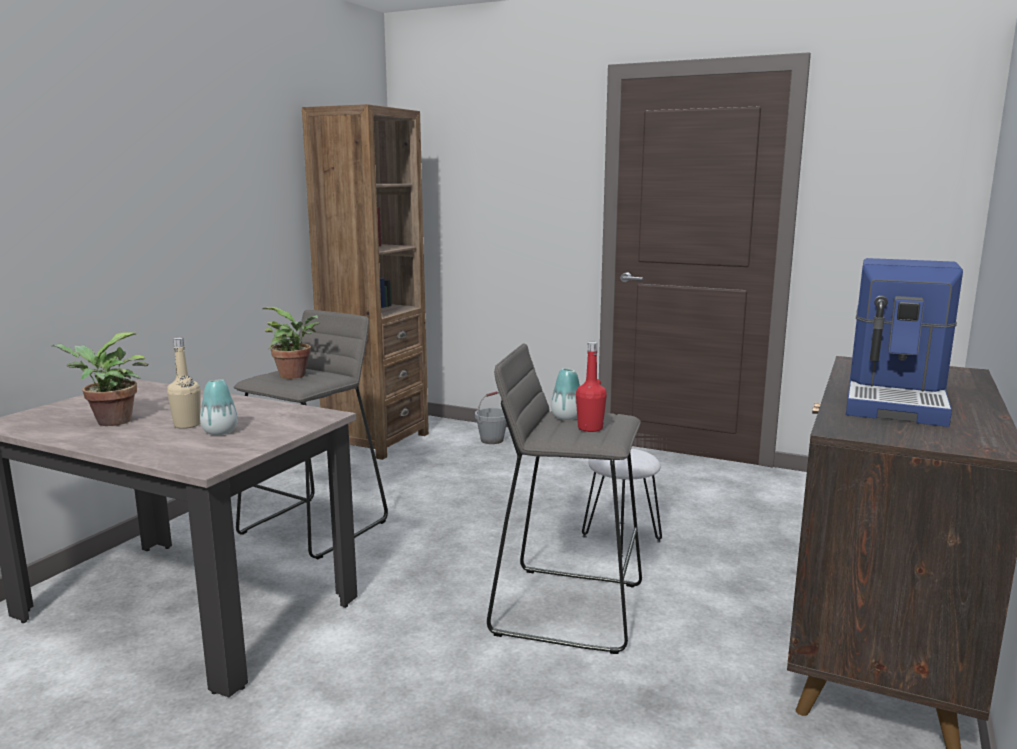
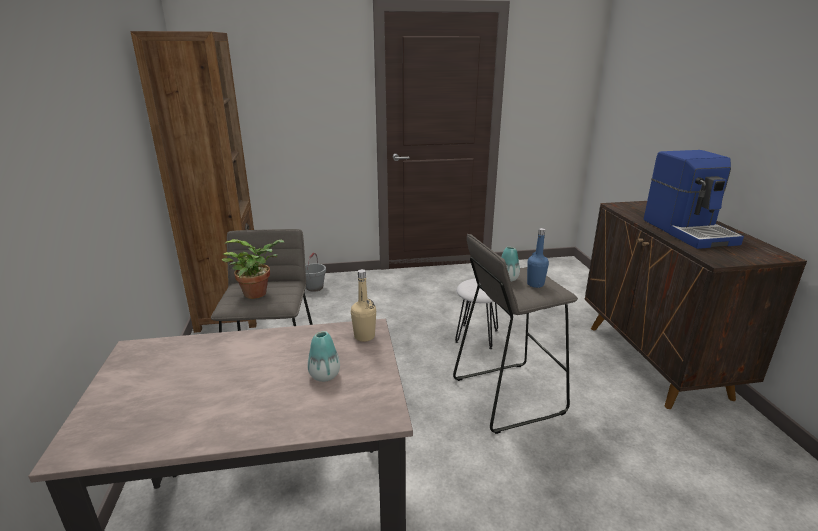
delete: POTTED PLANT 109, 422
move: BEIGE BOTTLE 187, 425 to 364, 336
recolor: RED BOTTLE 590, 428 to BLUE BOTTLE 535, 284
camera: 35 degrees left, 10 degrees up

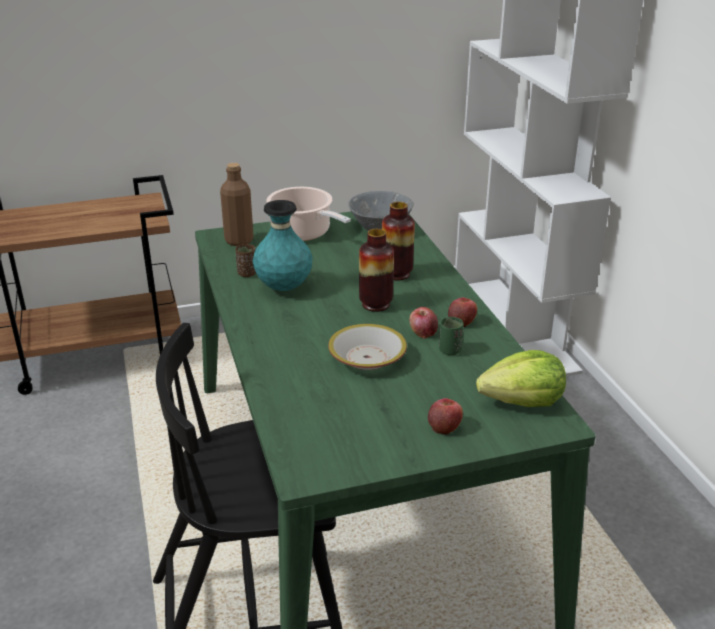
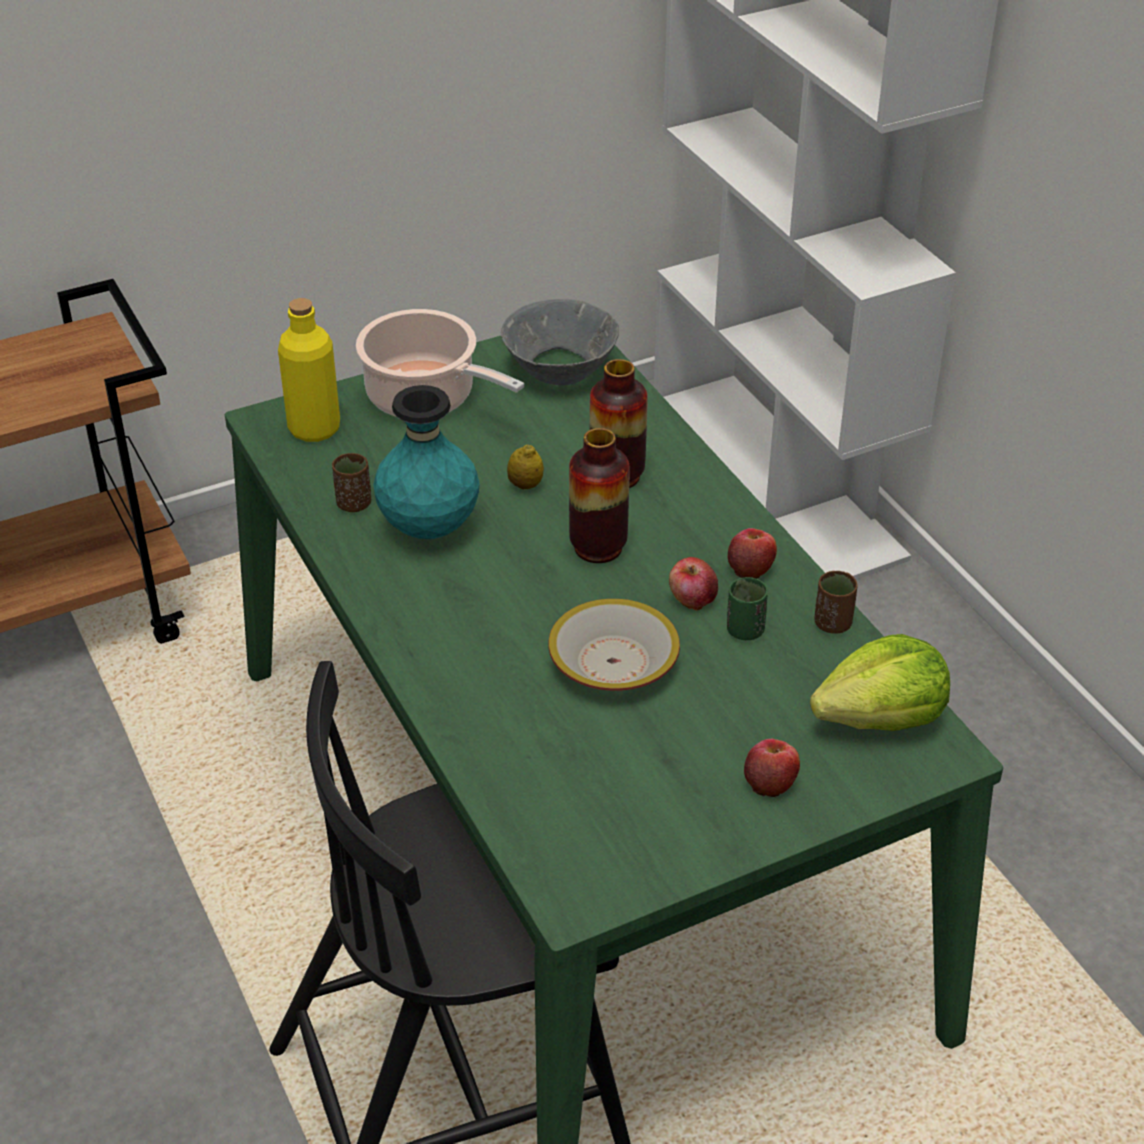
insert: LEMON 525, 485; BROWN CUP 832, 624
recolor: BROWN BOTTLE 239, 241 to YELLOW BOTTLE 314, 429
camera: 10 degrees left, 10 degrees up

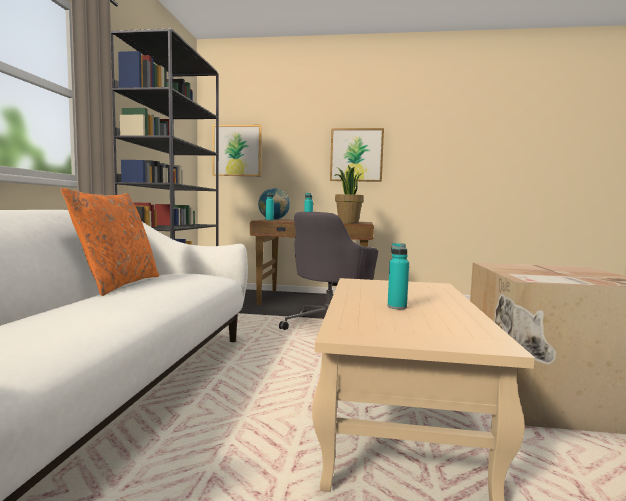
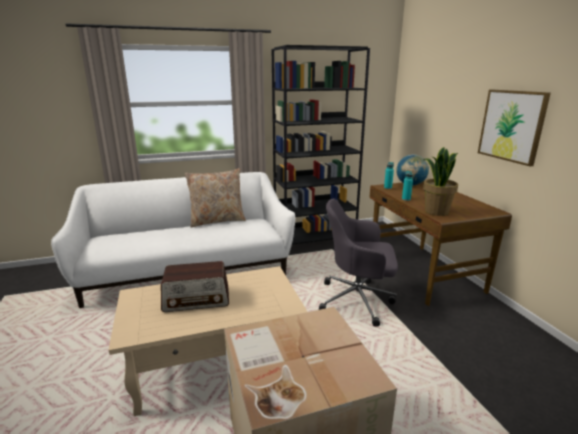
delete: PICTURE 237, 151
replace: TURQUOISE BOTTLE 397, 307 to RADIO 197, 299
recolor: ORANGE PILLOW 117, 284 to BEIGE PILLOW 217, 220
camera: 65 degrees right, 15 degrees up

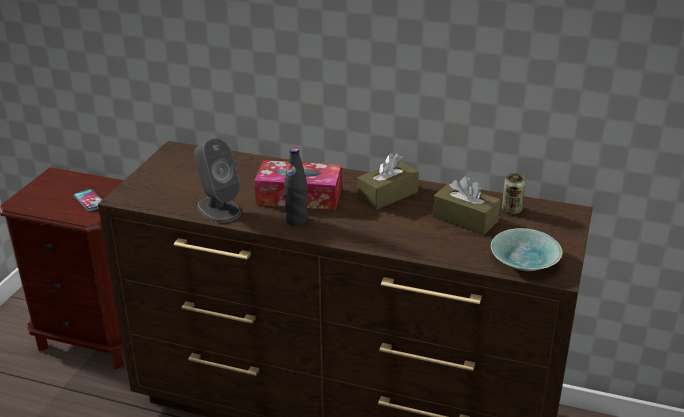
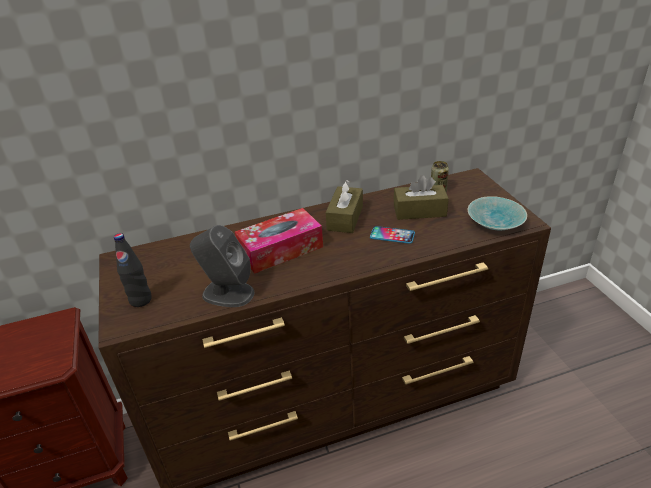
move: PHONE 90, 201 to 392, 235; BLACK BOTTLE 296, 220 to 140, 300
camera: 35 degrees left, 5 degrees up

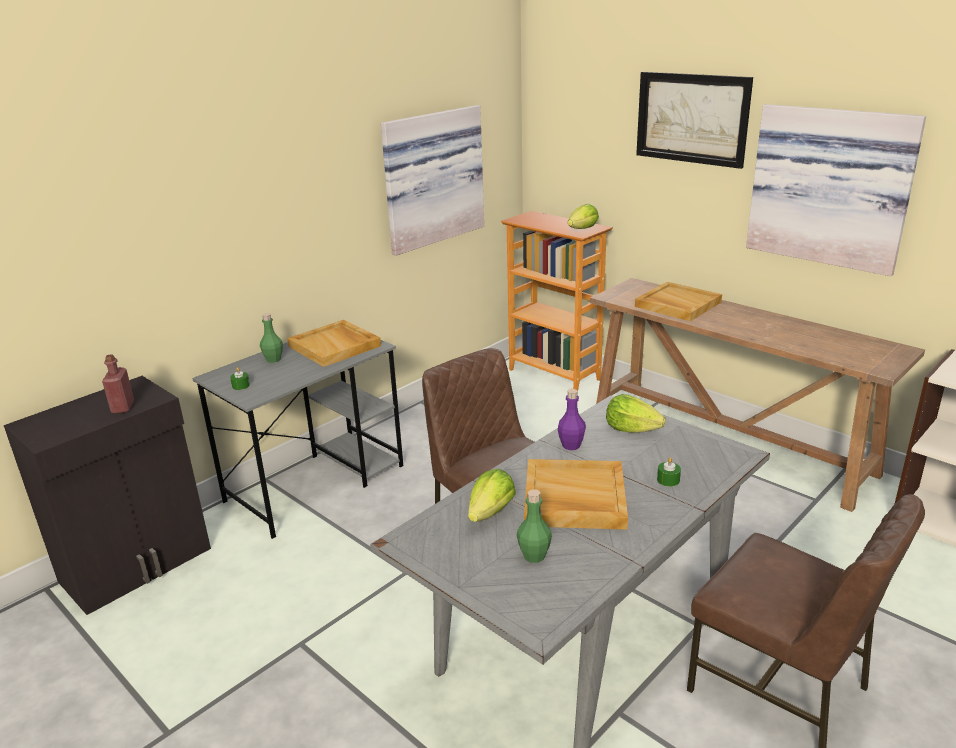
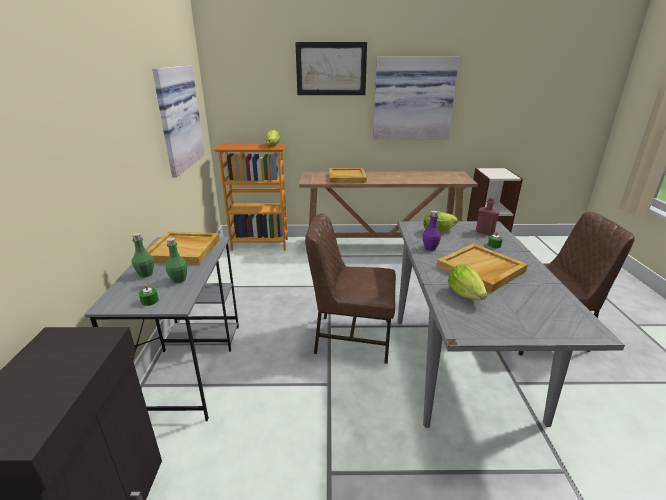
move: RED BOTTLE 123, 407 to 485, 232; GREEN BOTTLE 534, 556 to 179, 280
camera: 45 degrees left, 0 degrees up

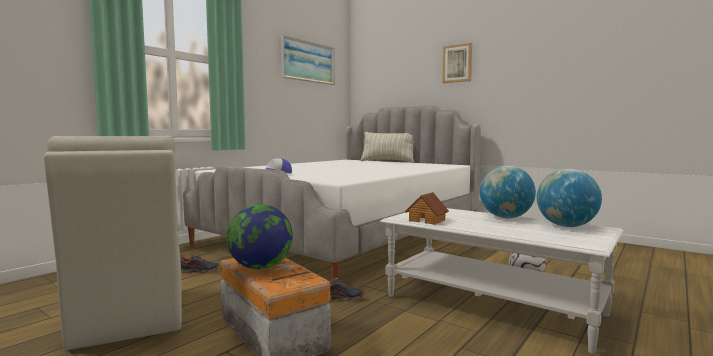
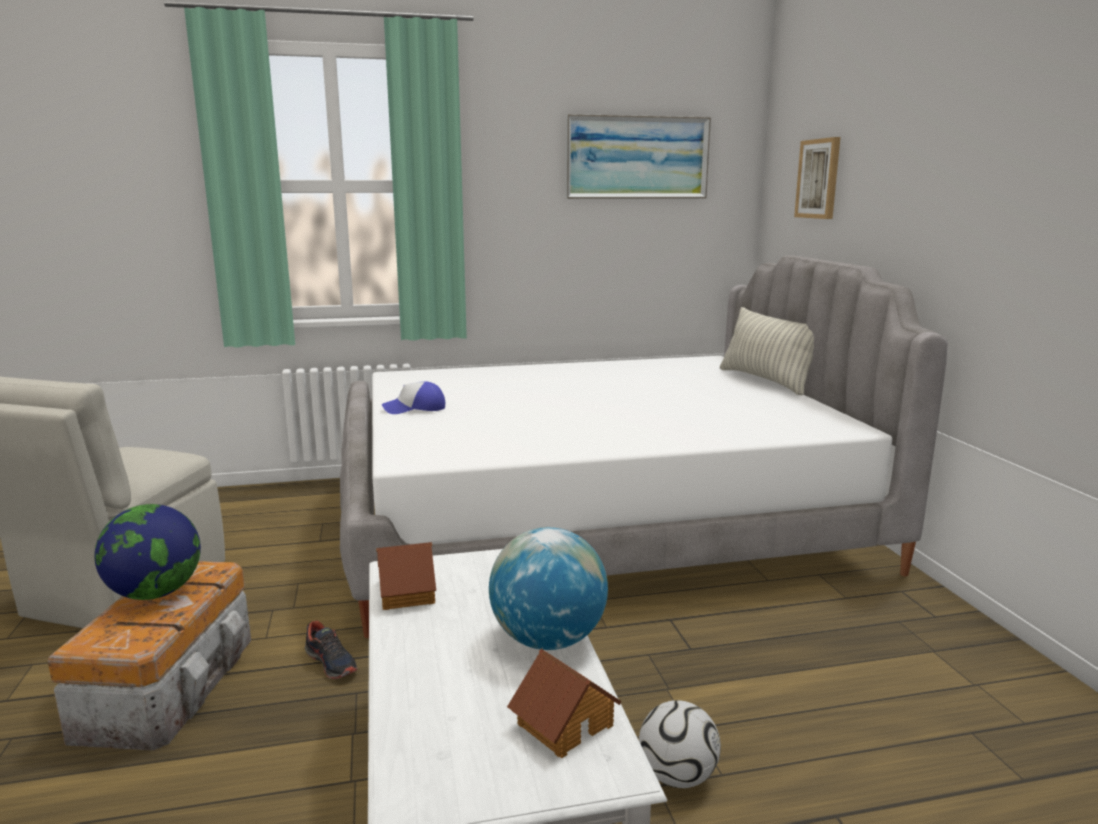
delete: SHOE 198, 271
move: PICTURE 457, 63 to 818, 179
replace: GLOBE 566, 226 to TOY HOUSE 564, 723
camera: 40 degrees right, 10 degrees up

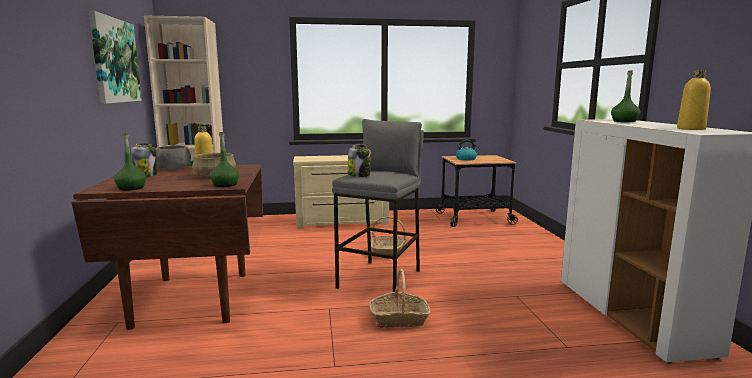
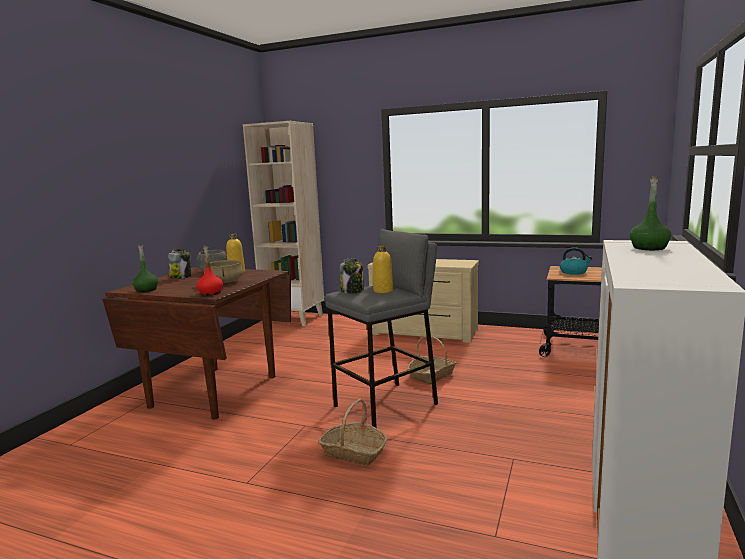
delete: PICTURE 114, 60
move: YELLOW BOTTLE 691, 129 to 383, 291
recolor: GREEN BOTTLE 225, 185 to RED BOTTLE 210, 293
camera: 30 degrees right, 0 degrees up

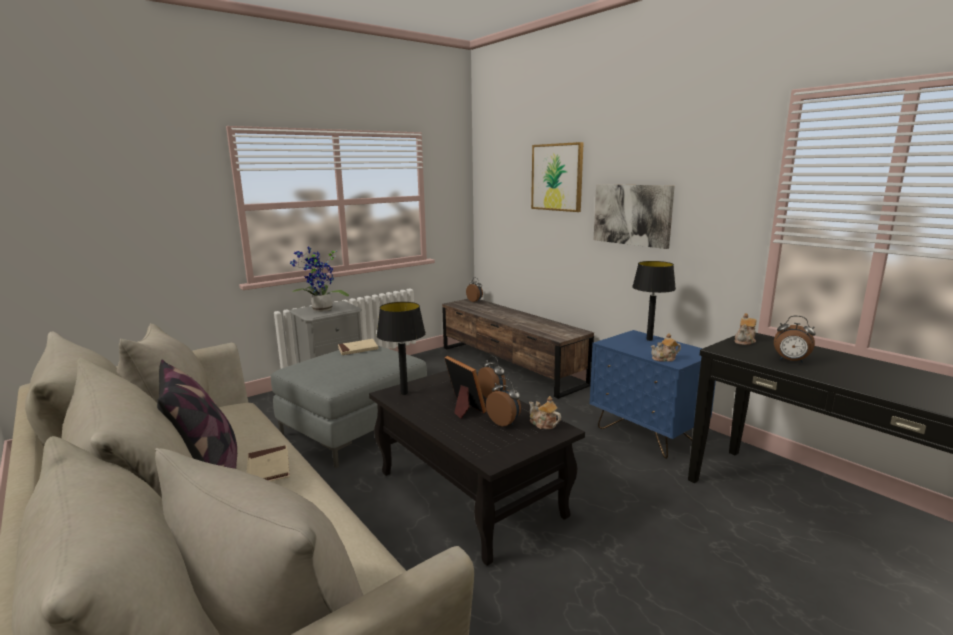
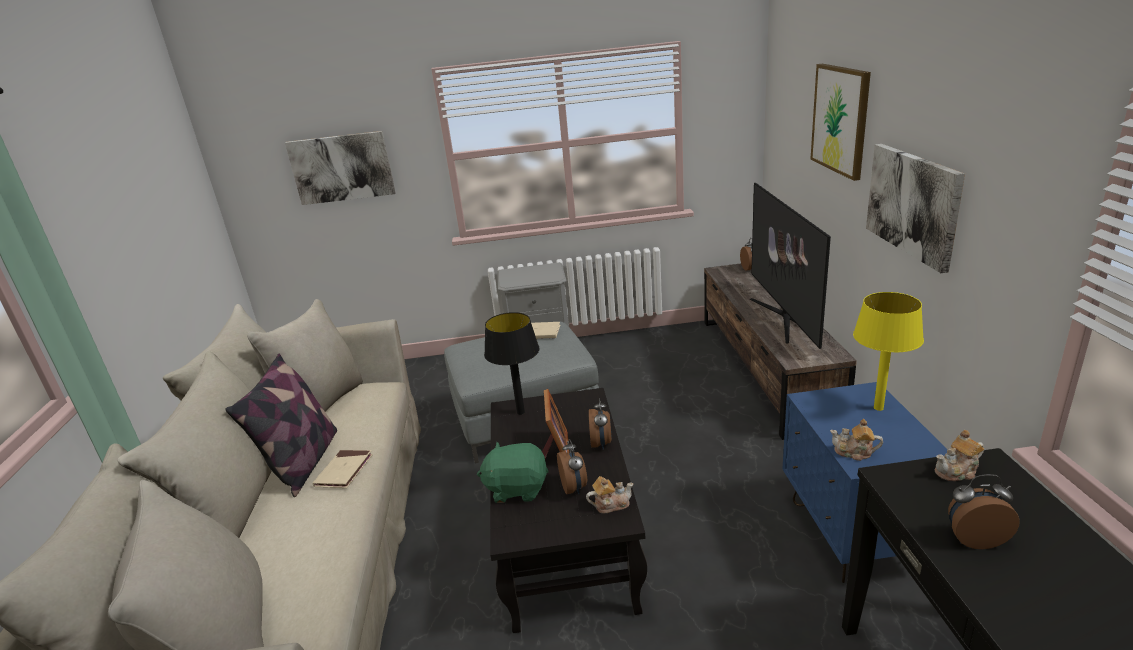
delete: POTTED PLANT 321, 310
insert: PICTURE 342, 167; GREEN PLUSH TOY 517, 488; TELEVISION 783, 317
recolor: BLACK TABLE LAMP 649, 339 to YELLOW TABLE LAMP 879, 407
rotate: TEAPOT 543, 424 = 611, 504 90 degrees clockwise; ALARM CLOCK 791, 361 = 974, 538 120 degrees clockwise
camera: 35 degrees right, 10 degrees up

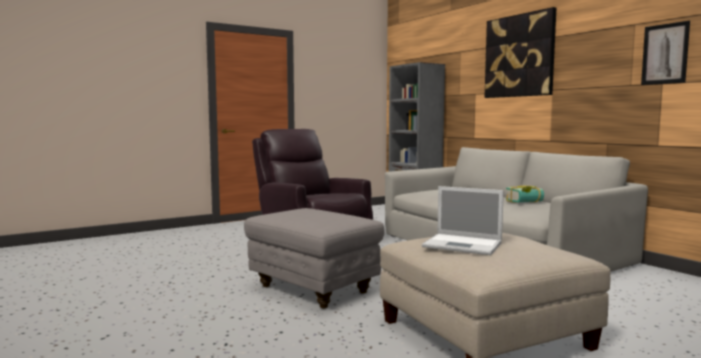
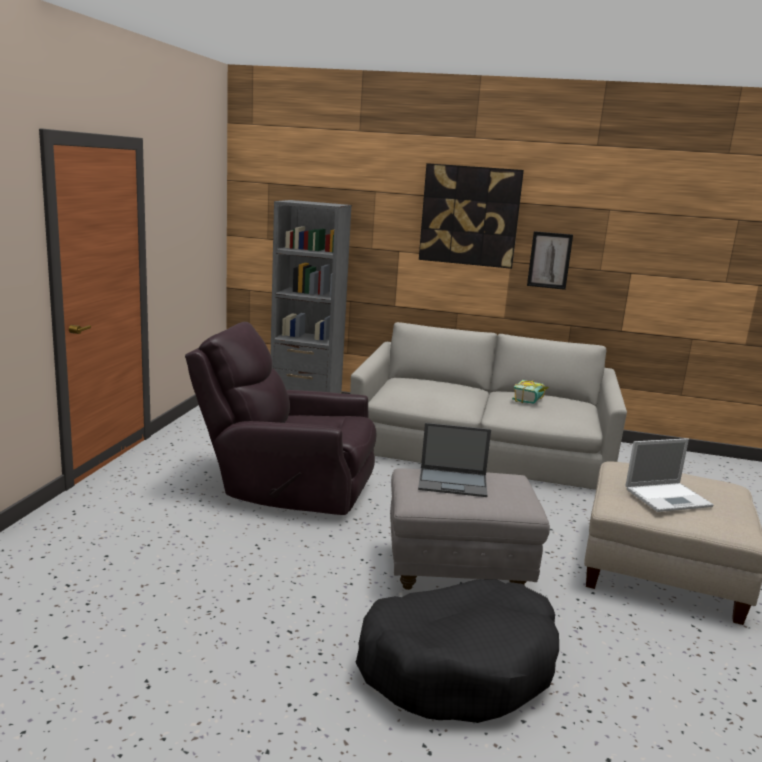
insert: BLACK DOG BED 458, 666; LAPTOP 453, 482
move: PICTURE 665, 54 to 549, 260
camera: 45 degrees left, 10 degrees up

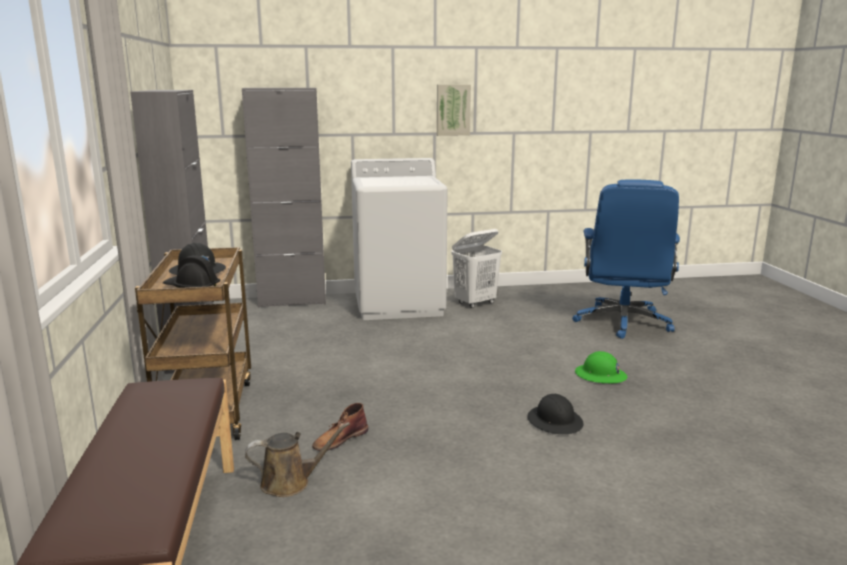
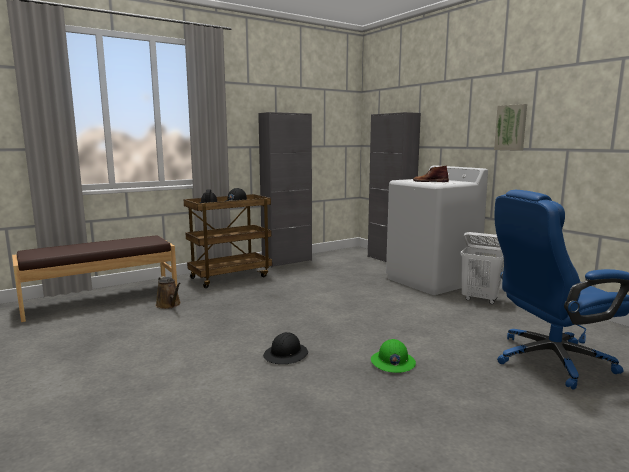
move: BROWN BOOT 340, 439 to 430, 181
camera: 65 degrees right, 5 degrees down

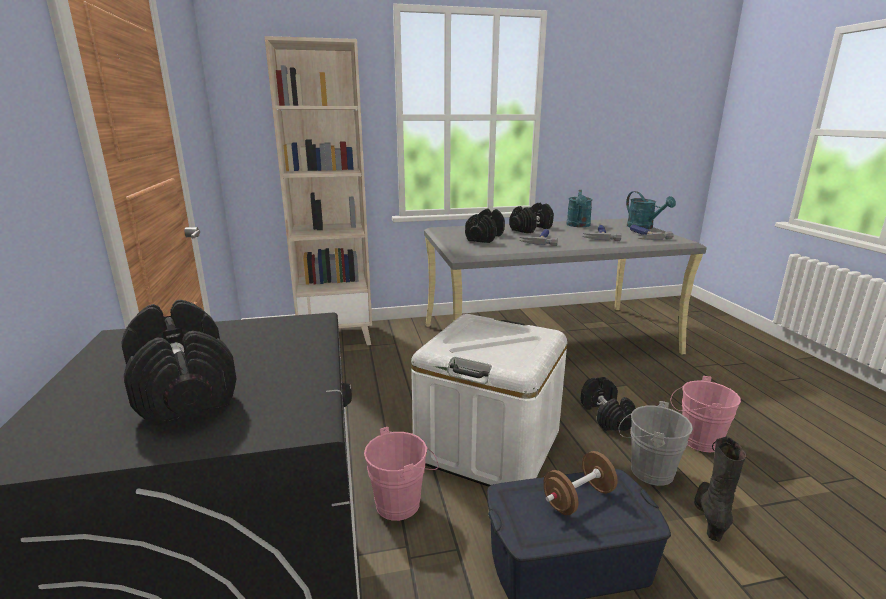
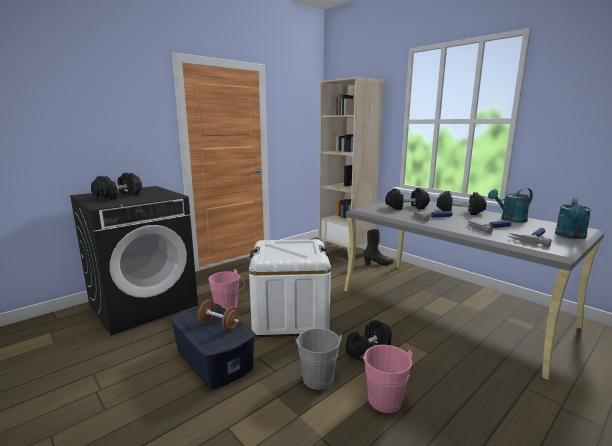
move: BLACK BOOT 710, 517 to 378, 264
camera: 60 degrees right, 5 degrees down

